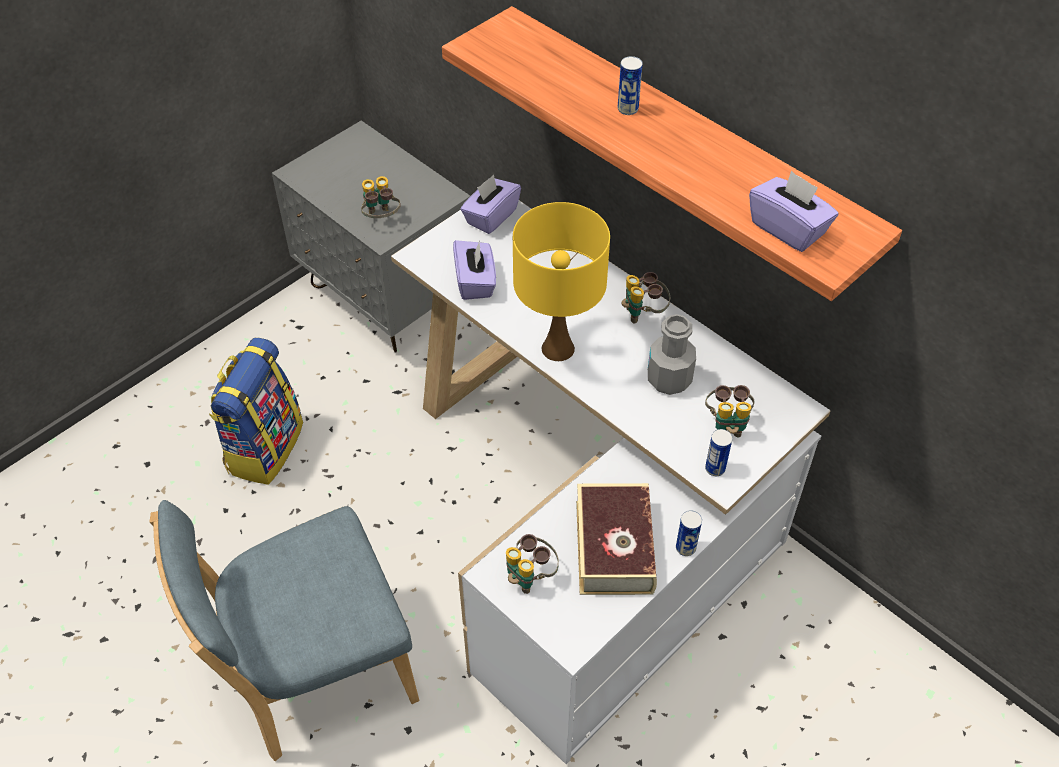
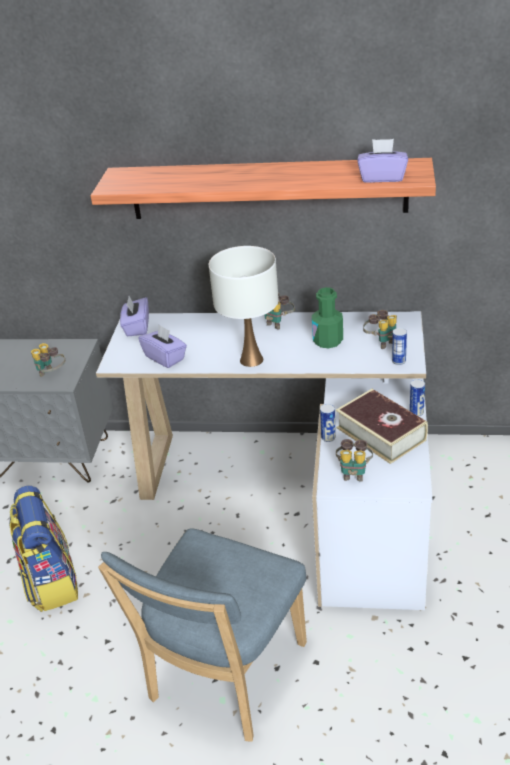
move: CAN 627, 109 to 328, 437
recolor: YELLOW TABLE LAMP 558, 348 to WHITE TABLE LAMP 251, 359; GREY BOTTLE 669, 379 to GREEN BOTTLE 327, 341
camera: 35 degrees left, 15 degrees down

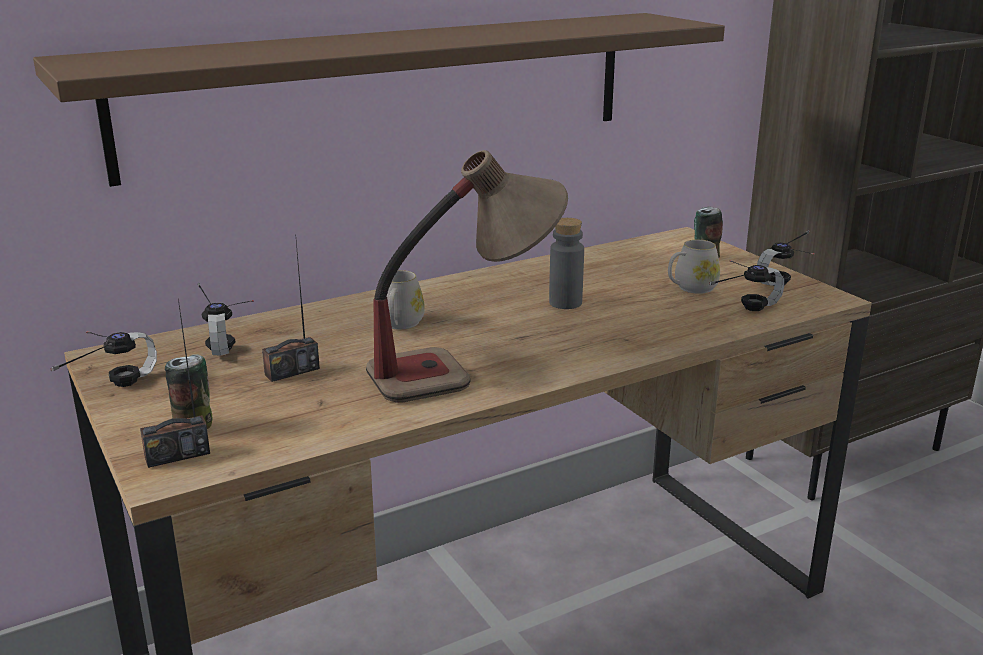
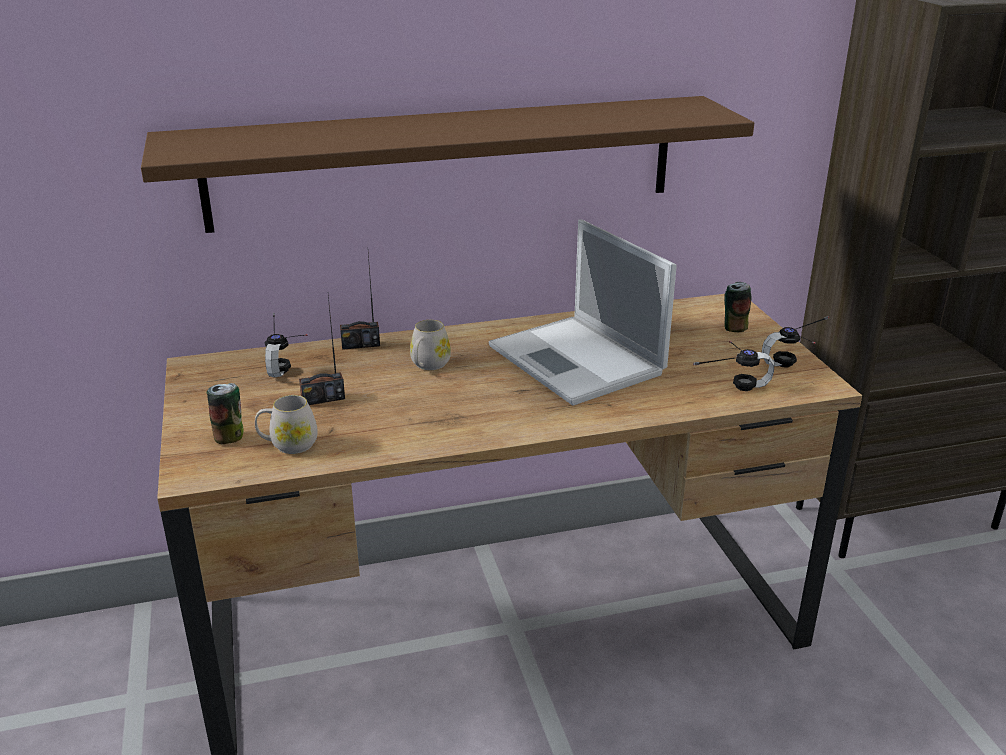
delete: HEADPHONES 102, 386; TABLE LAMP 467, 369
move: RADIO 177, 455 to 360, 344; WHITE MUG 690, 288 to 288, 445
replace: GREY BOTTLE 565, 303 to LAPTOP 578, 361
camera: 15 degrees right, 5 degrees up

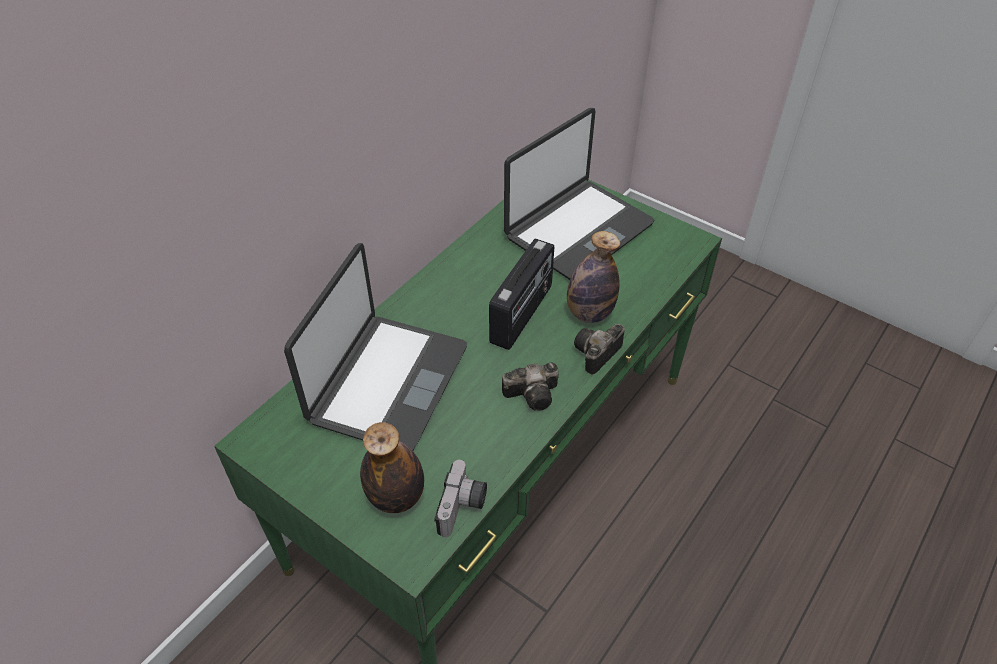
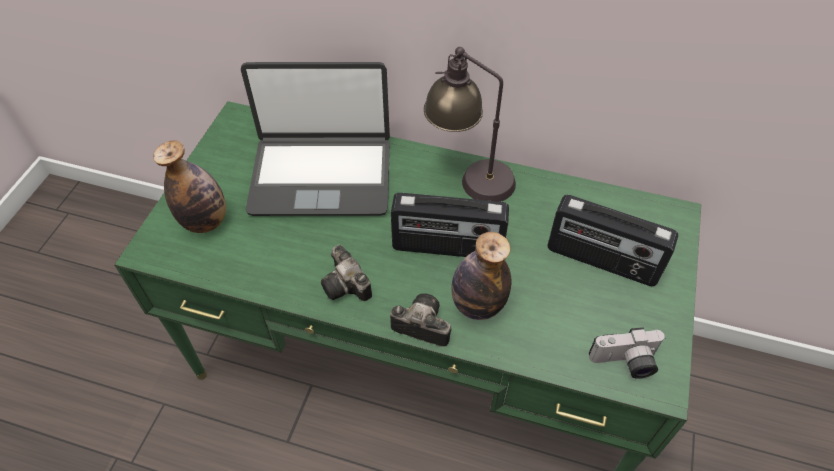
insert: TABLE LAMP 468, 176
move: PHOTO CAMERA 463, 508 to 625, 363
replace: LAPTOP 577, 230 to RADIO 602, 261
camera: 70 degrees right, 5 degrees up

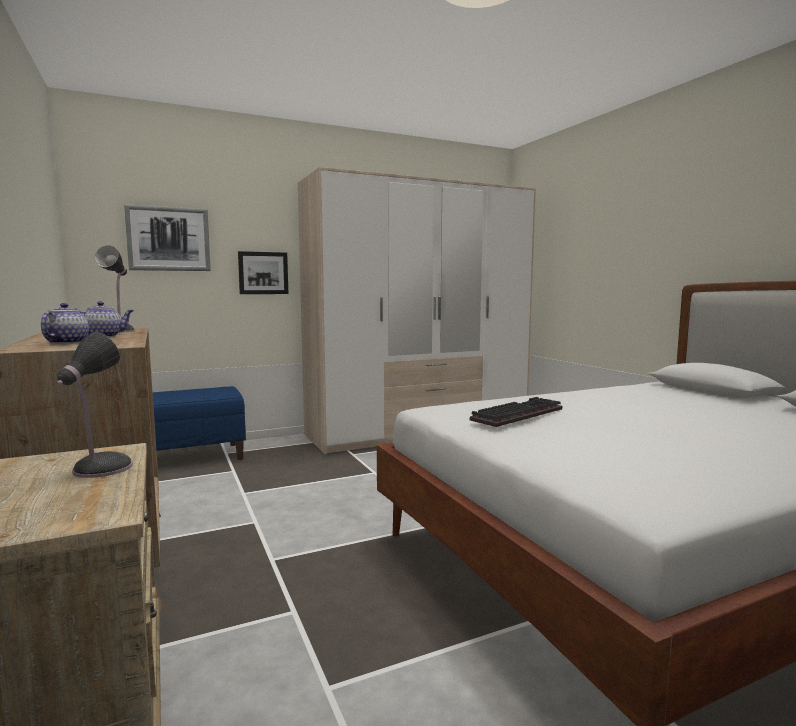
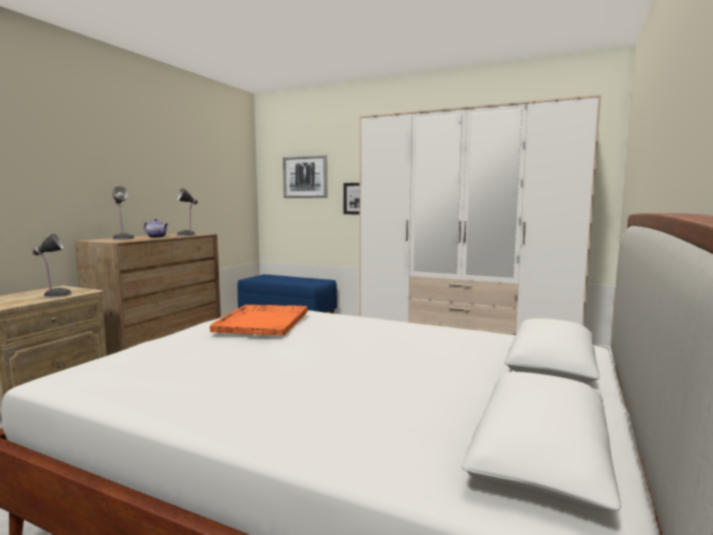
replace: TEAPOT 67, 342 to TABLE LAMP 123, 238; KEYBOARD 517, 414 to ORANGE TRAY 263, 321
camera: 50 degrees right, 0 degrees up

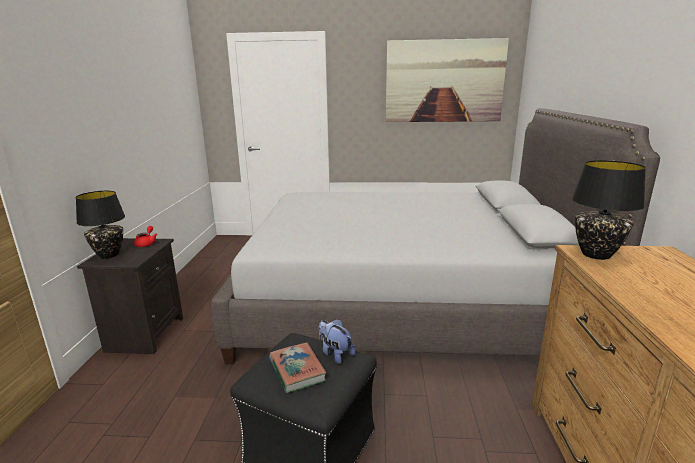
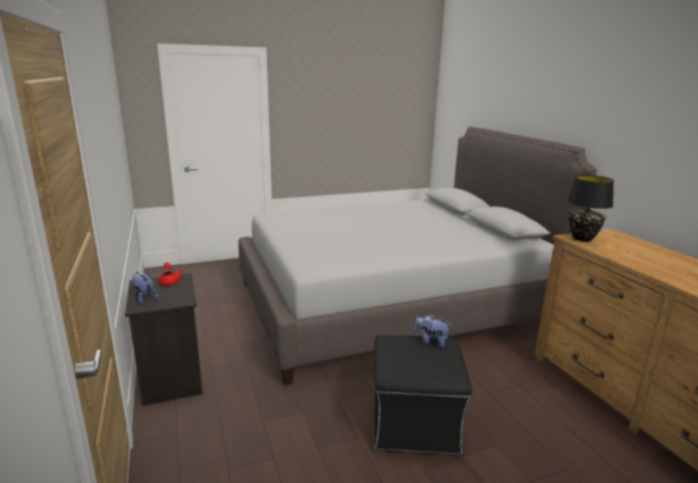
delete: BOOK 297, 370; PICTURE 444, 81
replace: BLACK TABLE LAMP 108, 255 to PLUSH TOY 144, 298
camera: 25 degrees left, 0 degrees up

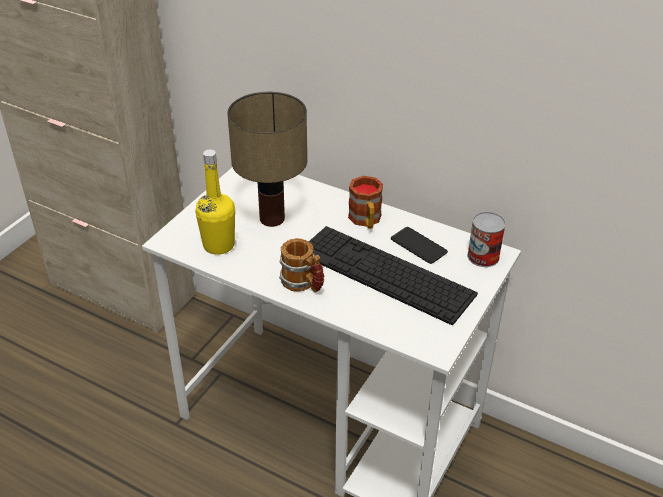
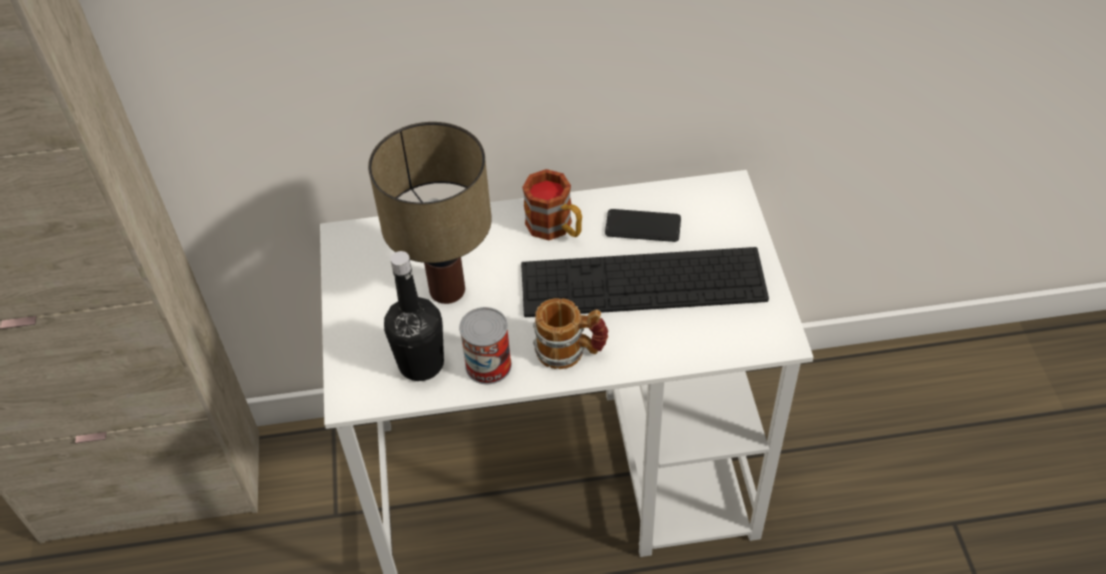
move: CAN 483, 256 to 488, 365
recolor: YELLOW BOTTLE 218, 245 to BLACK BOTTLE 421, 363
camera: 35 degrees left, 10 degrees up

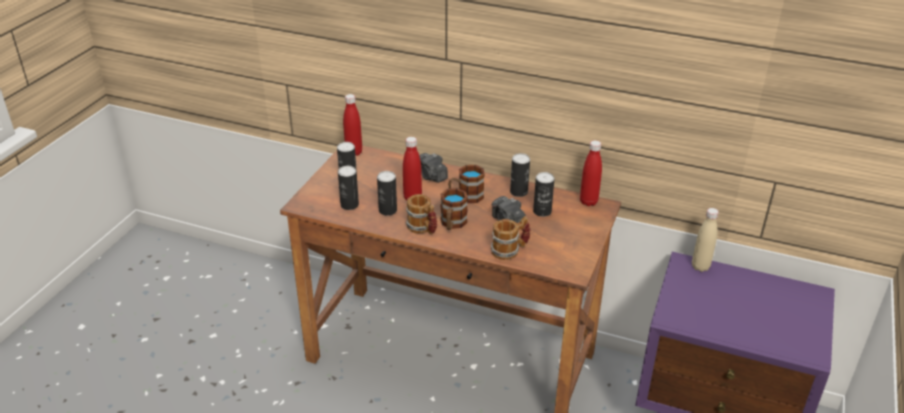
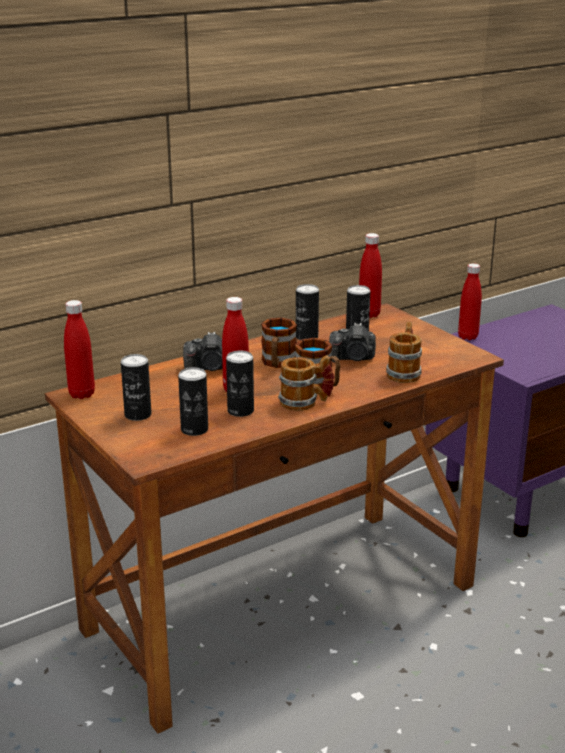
recolor: BEIGE BOTTLE 700, 267 to RED BOTTLE 468, 337
camera: 55 degrees left, 10 degrees down

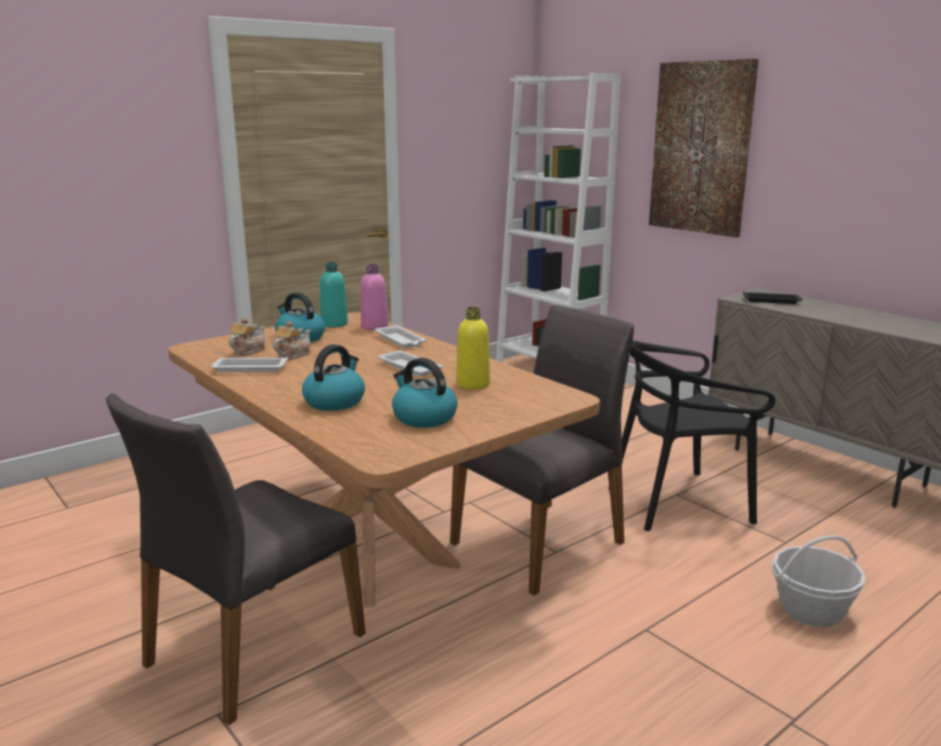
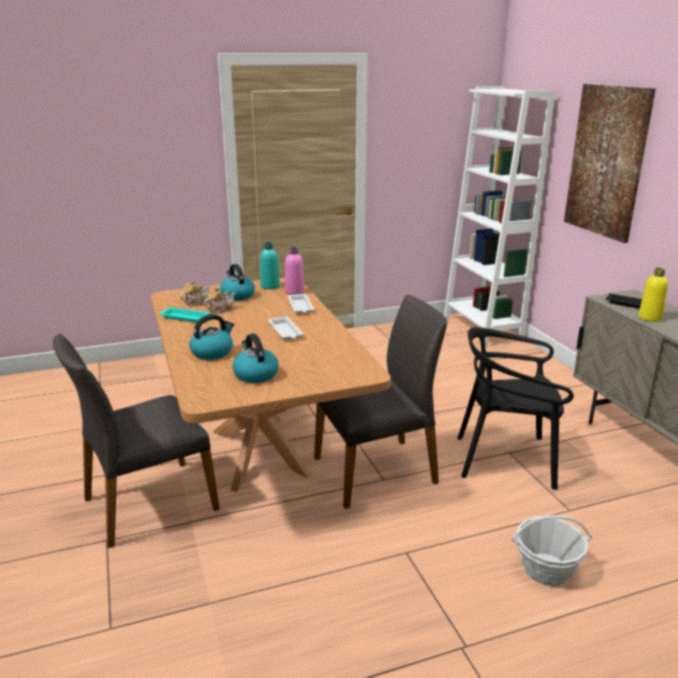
move: YELLOW BOTTLE 473, 384 to 650, 318
recolor: WHITE TRAY 249, 369 to TURQUOISE TRAY 184, 317
camera: 20 degrees right, 5 degrees up

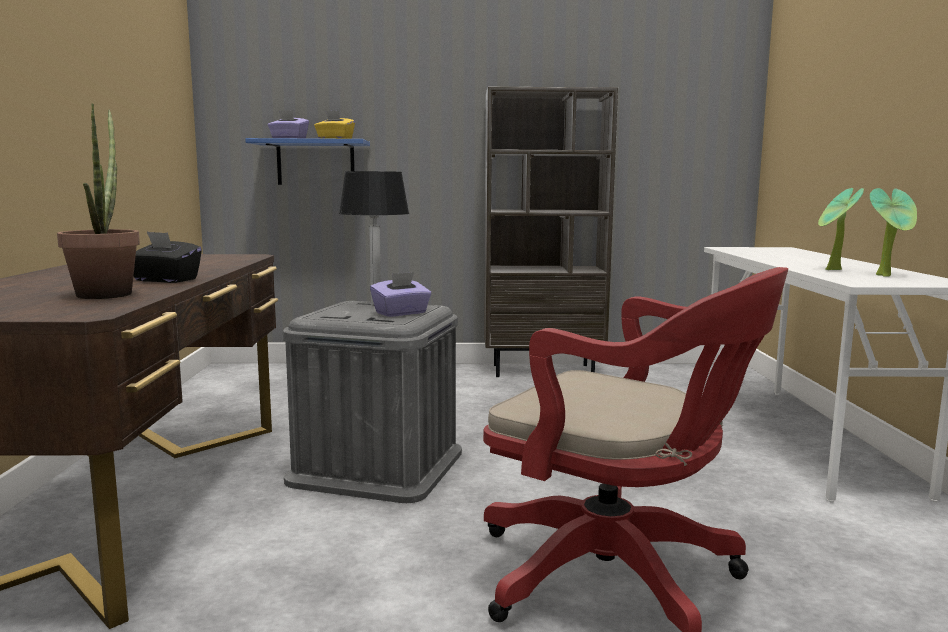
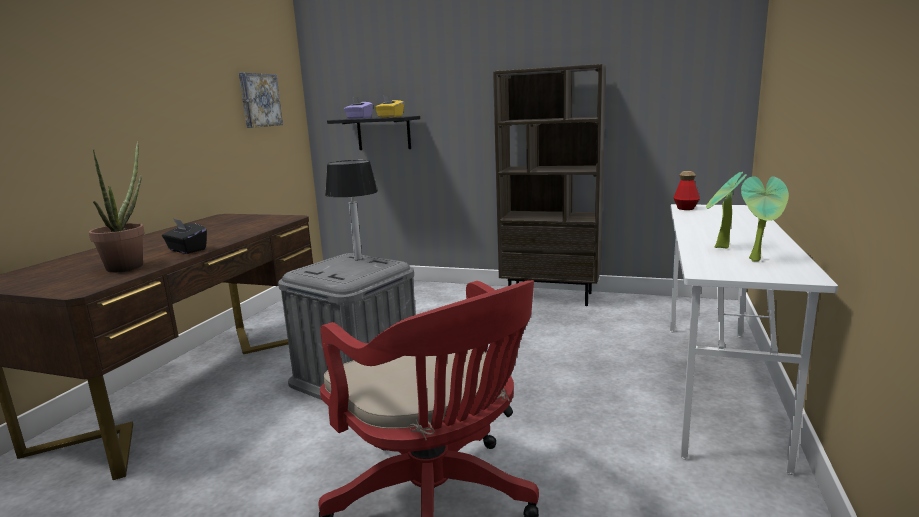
delete: PURPLE TISSUE BOX 401, 313
insert: PICTURE 259, 100; BOTTLE 685, 208
recolor: BLUE SHELF 315, 163 to BLACK SHELF 383, 133
camera: 20 degrees right, 5 degrees up

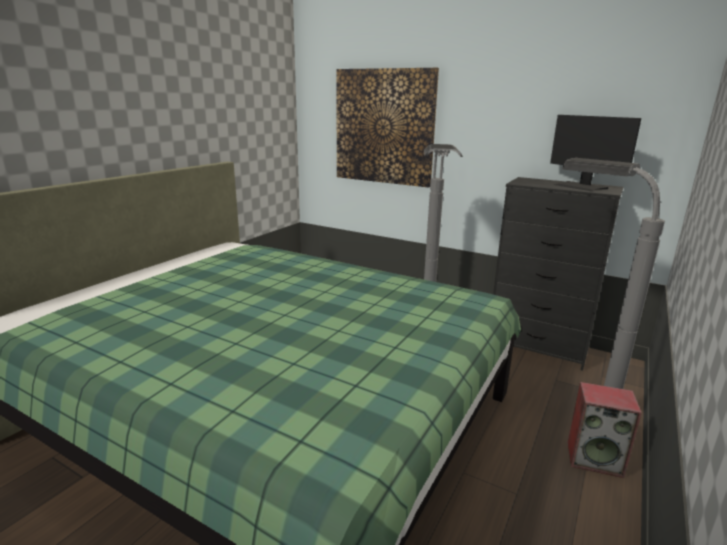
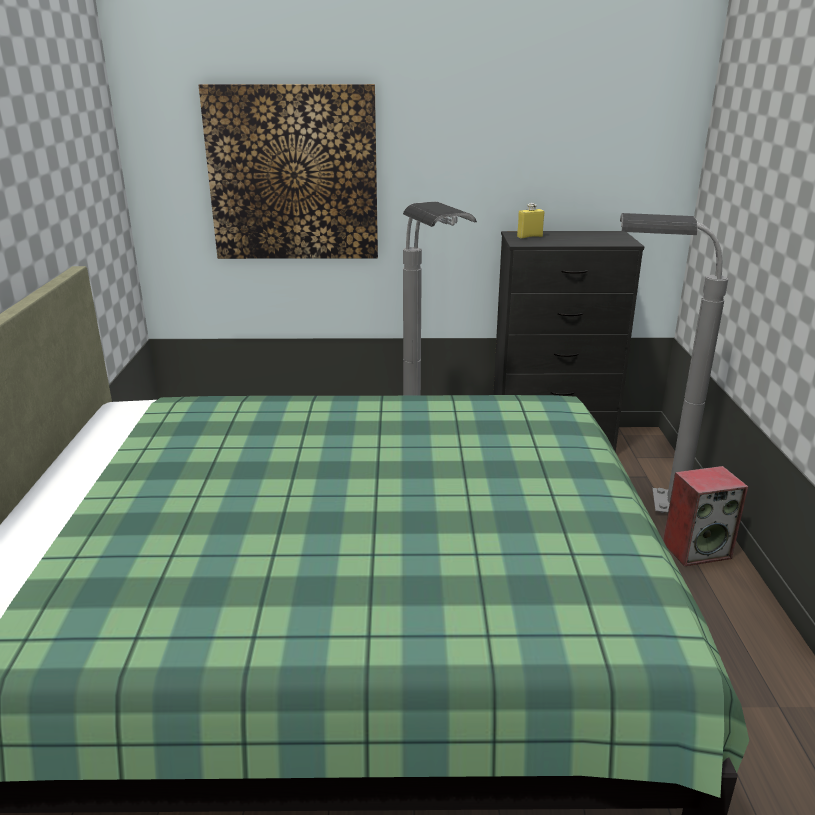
delete: MONITOR 581, 186
insert: YELLOW BOTTLE 529, 236
camera: 30 degrees left, 5 degrees up

